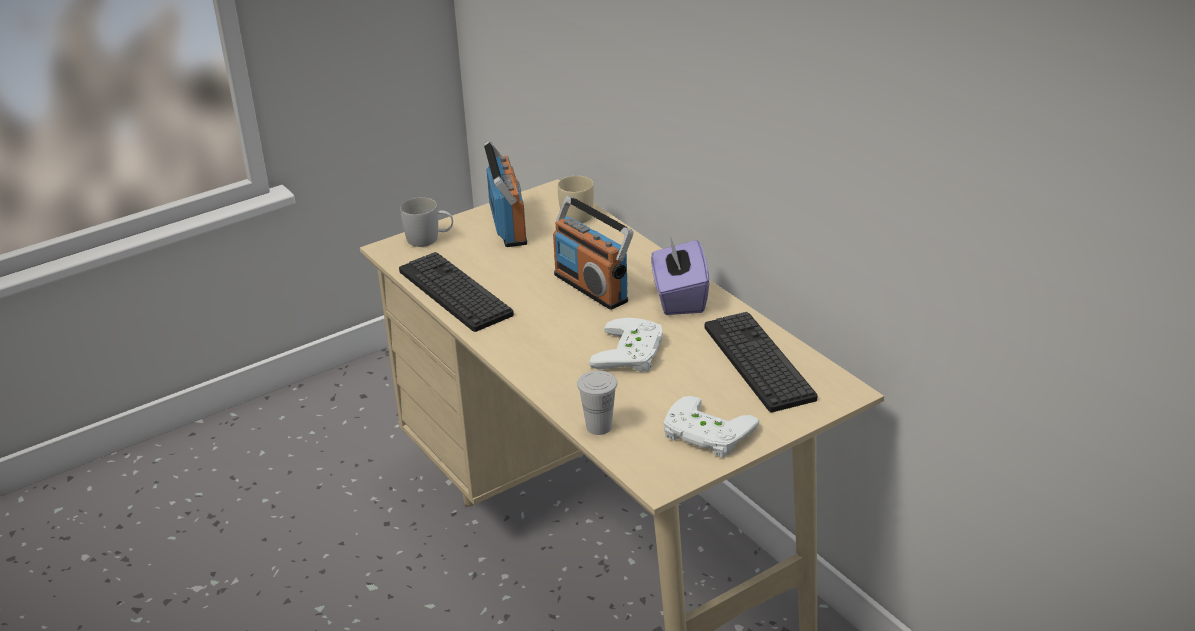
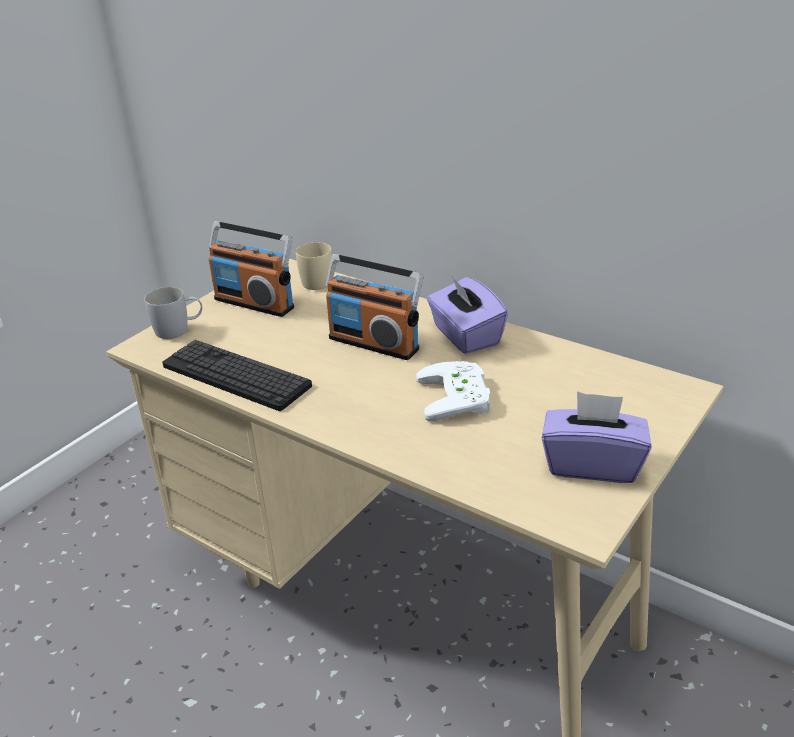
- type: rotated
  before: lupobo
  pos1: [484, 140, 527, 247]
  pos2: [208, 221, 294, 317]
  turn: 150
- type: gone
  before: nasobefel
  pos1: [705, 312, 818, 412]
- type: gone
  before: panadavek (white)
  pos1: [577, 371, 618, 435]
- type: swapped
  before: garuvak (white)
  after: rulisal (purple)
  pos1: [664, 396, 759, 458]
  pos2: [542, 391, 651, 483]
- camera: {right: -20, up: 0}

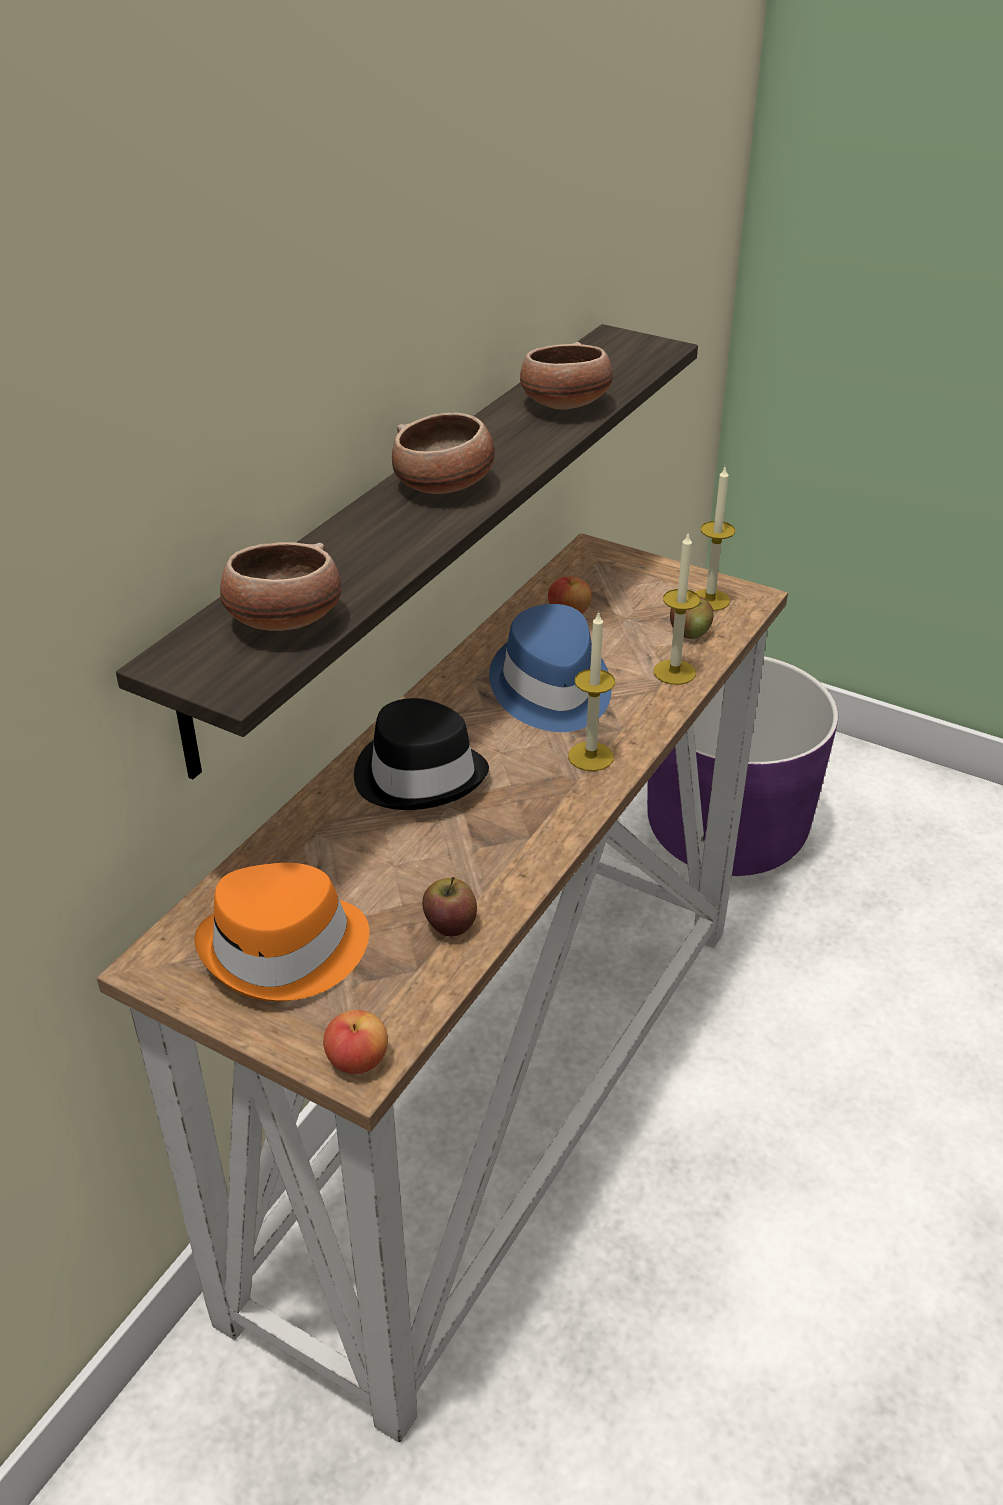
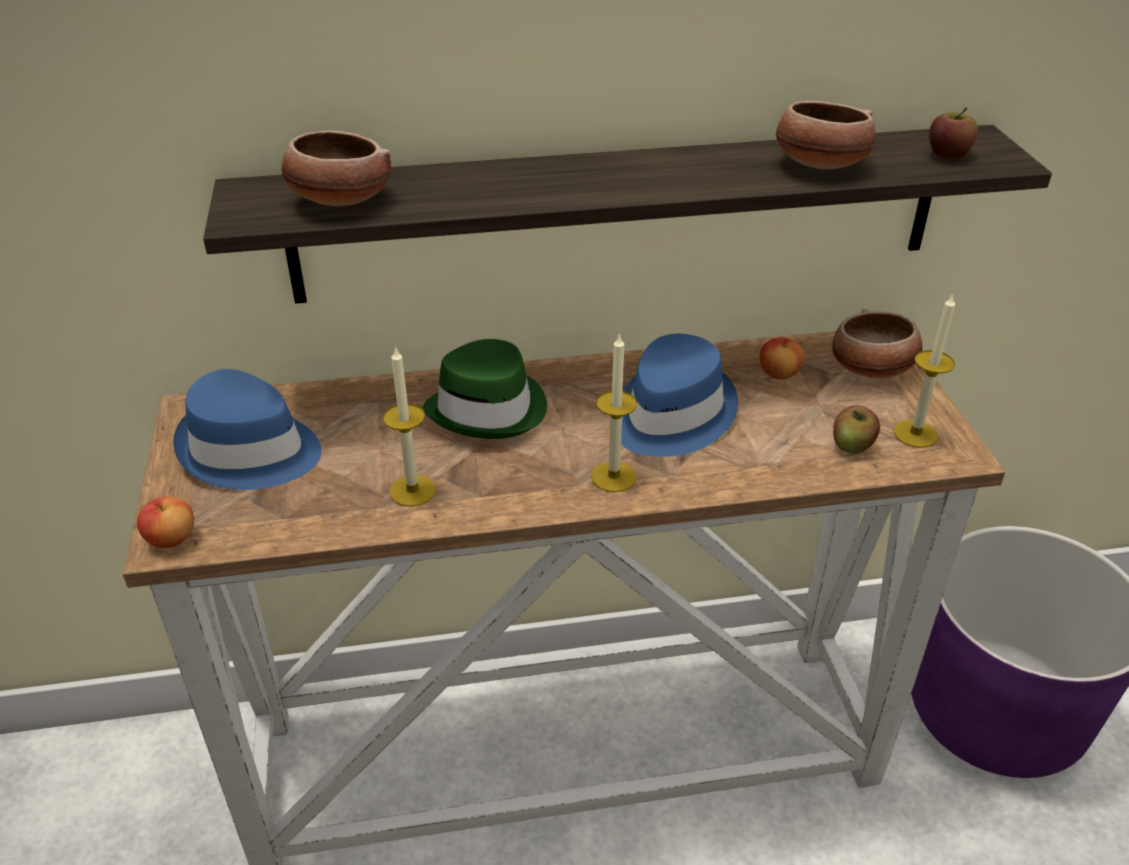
- type: shifted
  before: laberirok
  pos1: [392, 412, 495, 494]
  pos2: [832, 309, 922, 378]
- type: shifted
  before: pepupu
  pos1: [654, 532, 700, 685]
  pos2: [383, 346, 436, 507]
- type: repainted
  before: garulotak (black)
  after: garulotak (green)
  pos1: [354, 698, 489, 810]
  pos2: [423, 339, 547, 439]
- type: repainted
  before: garulotak (orange)
  after: garulotak (blue)
  pos1: [195, 863, 369, 1002]
  pos2: [174, 369, 322, 490]
- type: shifted
  before: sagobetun
  pos1: [422, 877, 477, 936]
  pos2: [929, 108, 978, 159]
- camera: {right: 50, up: 0}

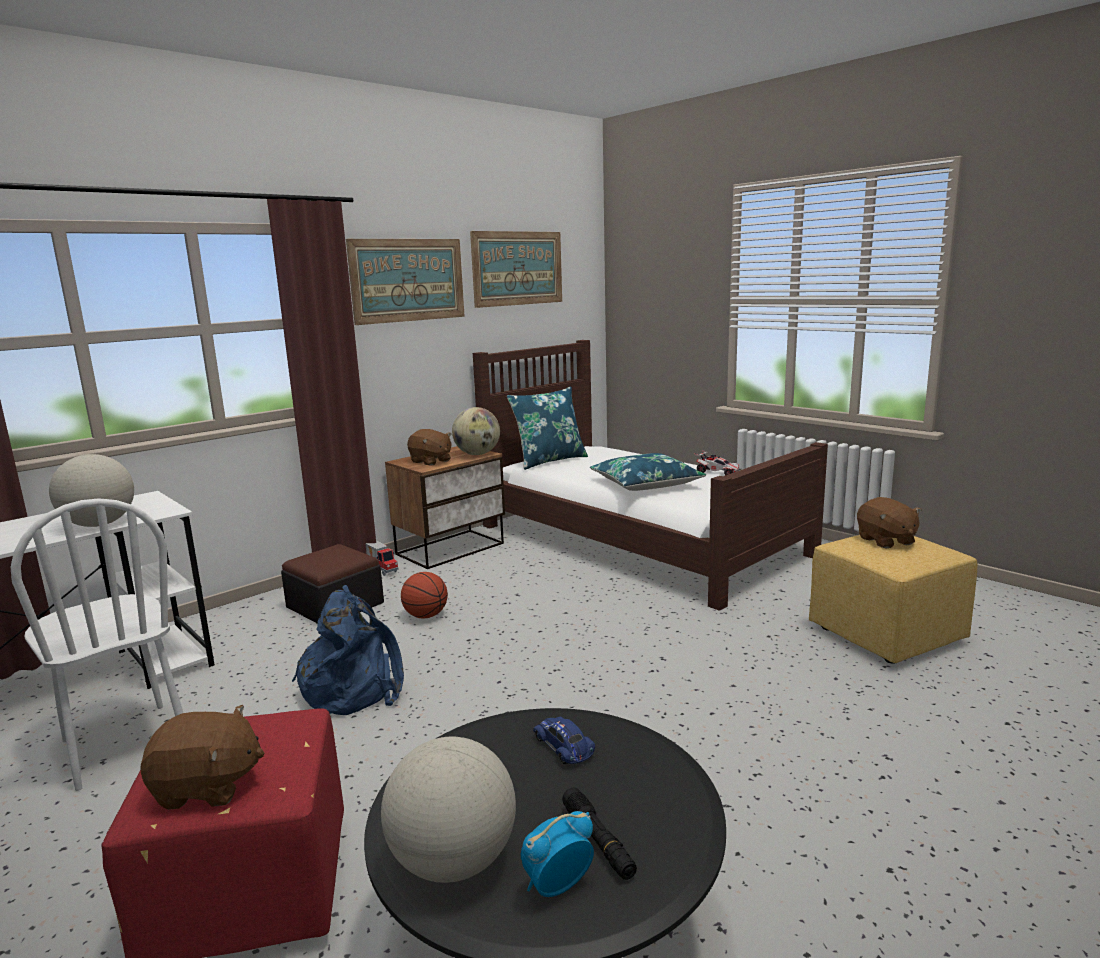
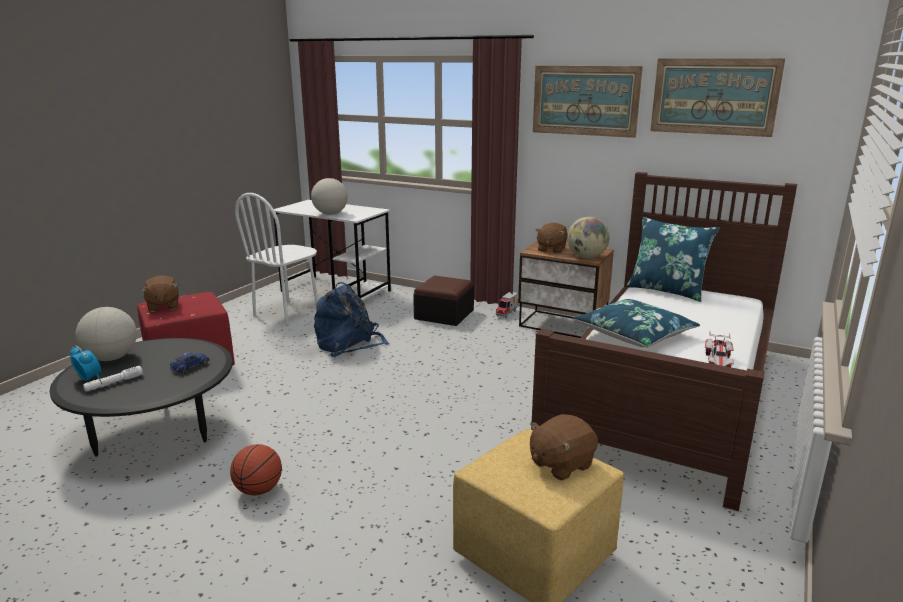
- type: shifted
  before: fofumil
  pos1: [401, 572, 448, 619]
  pos2: [230, 444, 282, 496]
- type: repainted
  before: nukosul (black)
  after: nukosul (white)
  pos1: [562, 788, 637, 880]
  pos2: [83, 366, 143, 391]
- camera: {right: 70, up: 5}

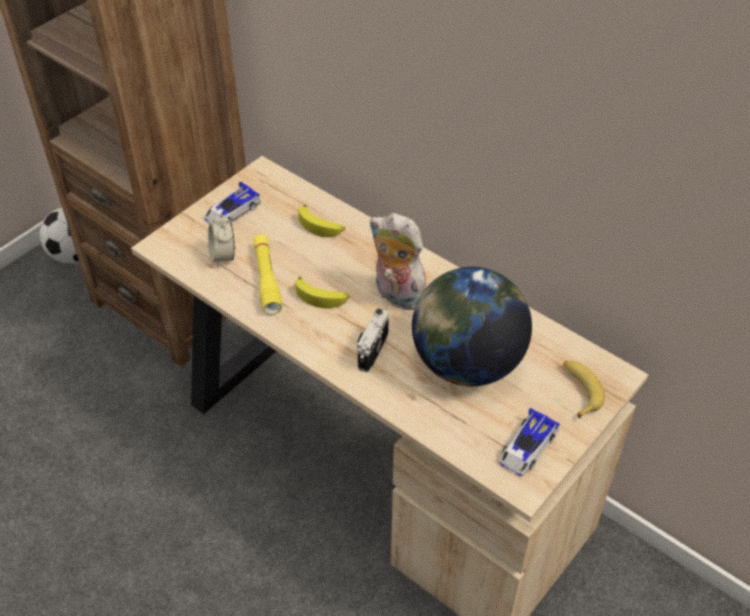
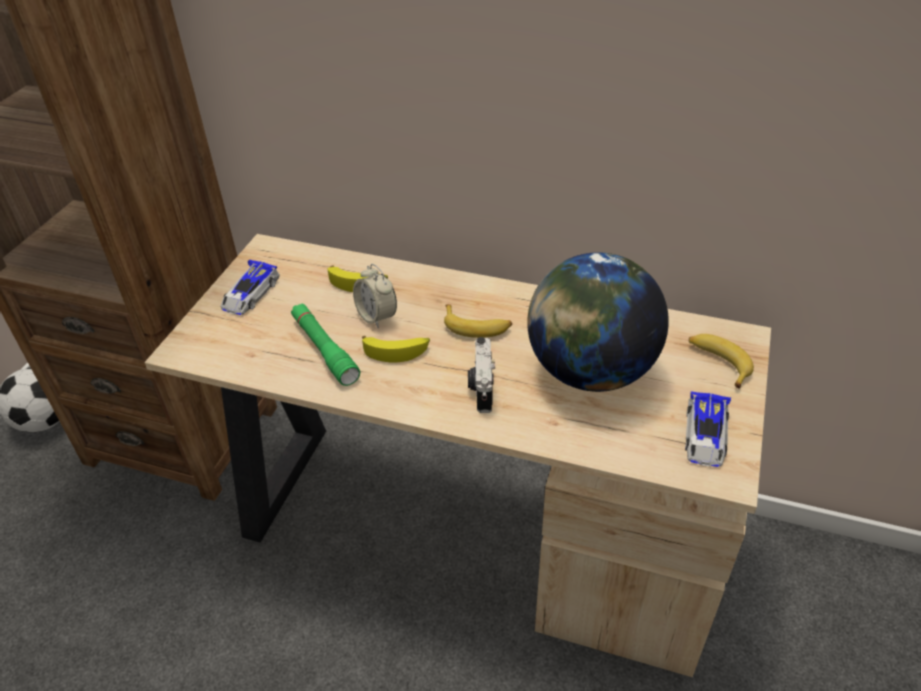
- type: swapped
  before: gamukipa
  after: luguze
  pos1: [369, 213, 426, 310]
  pos2: [444, 304, 512, 338]
- type: shifted
  before: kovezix
  pos1: [208, 214, 235, 267]
  pos2: [353, 264, 397, 328]
- type: repainted
  before: nukosul (yellow)
  after: nukosul (green)
  pos1: [253, 234, 282, 315]
  pos2: [291, 303, 360, 386]
- camera: {right: -20, up: -5}

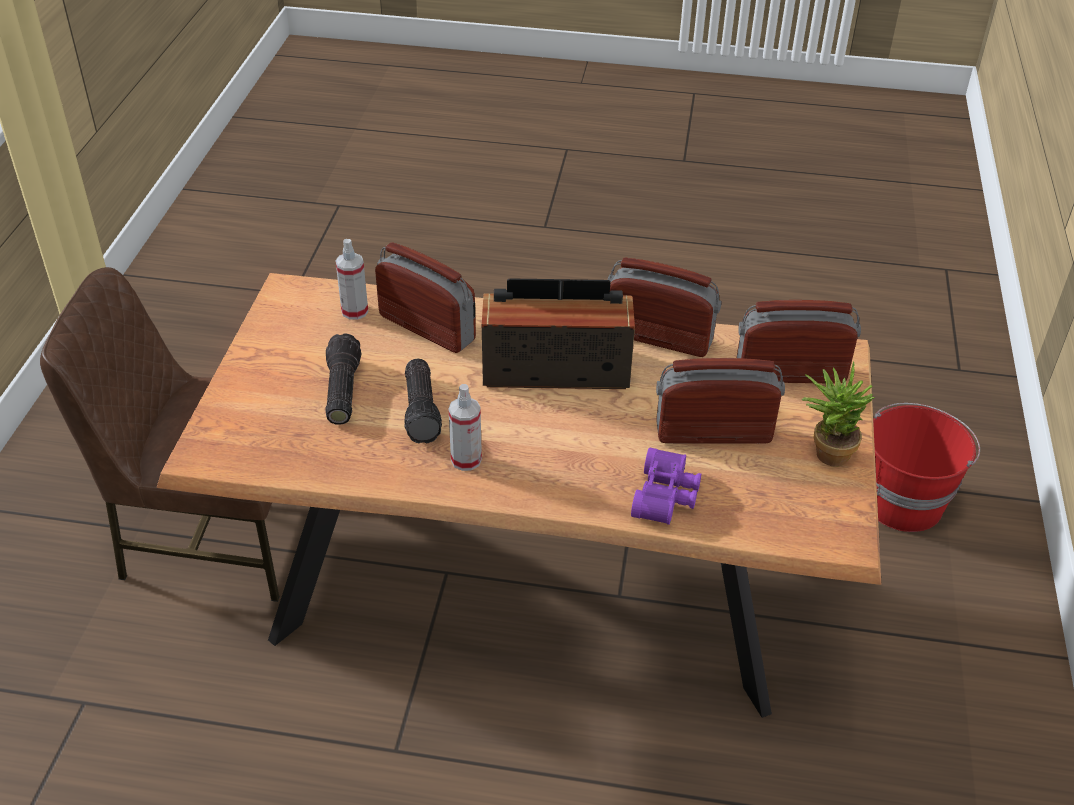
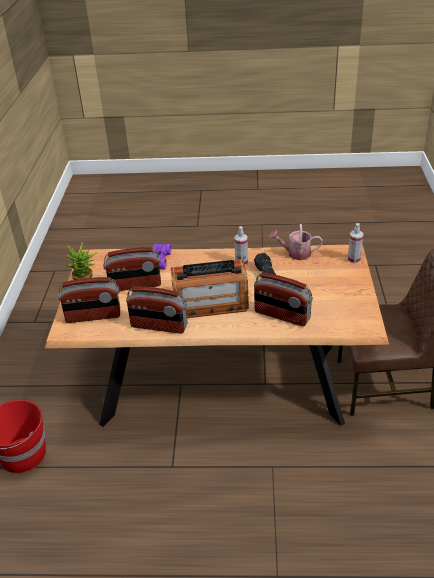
- type: shifted
  before: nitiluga
  pos1: [335, 239, 368, 320]
  pos2: [348, 223, 363, 263]
- type: gone
  before: nukosul
  pos1: [325, 333, 361, 425]
- type: new
  after: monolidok
  pos2: [269, 224, 323, 260]
- camera: {right: 175, up: -5}

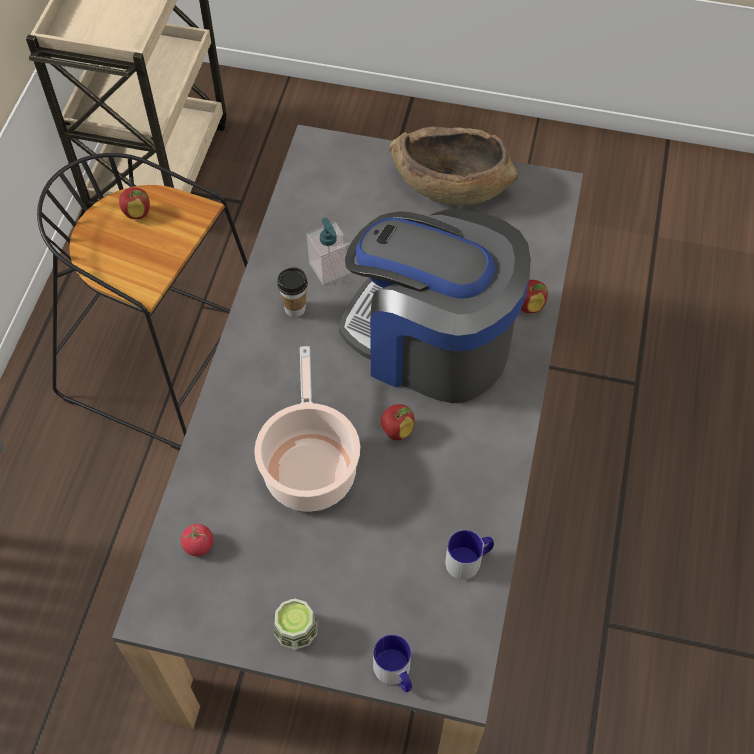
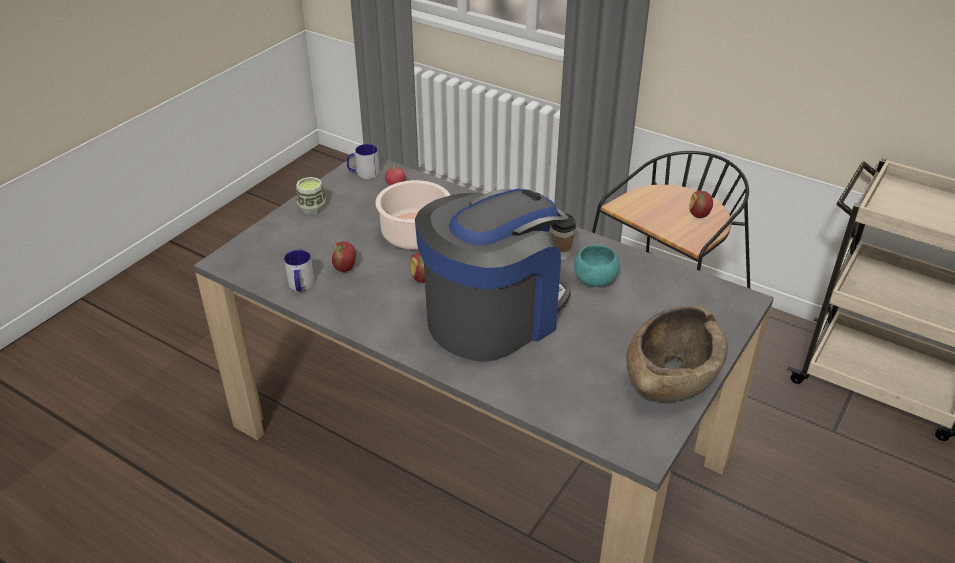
- type: swapped
  before: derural
  after: laberirok (turquoise)
  pos1: [307, 218, 351, 285]
  pos2: [574, 245, 620, 287]
- type: shifted
  before: sagobetun
  pos1: [521, 280, 548, 313]
  pos2: [332, 241, 356, 272]
- type: shifted
  before: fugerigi
  pos1: [373, 635, 412, 692]
  pos2: [347, 144, 380, 179]
- camera: {right: 110, up: -20}

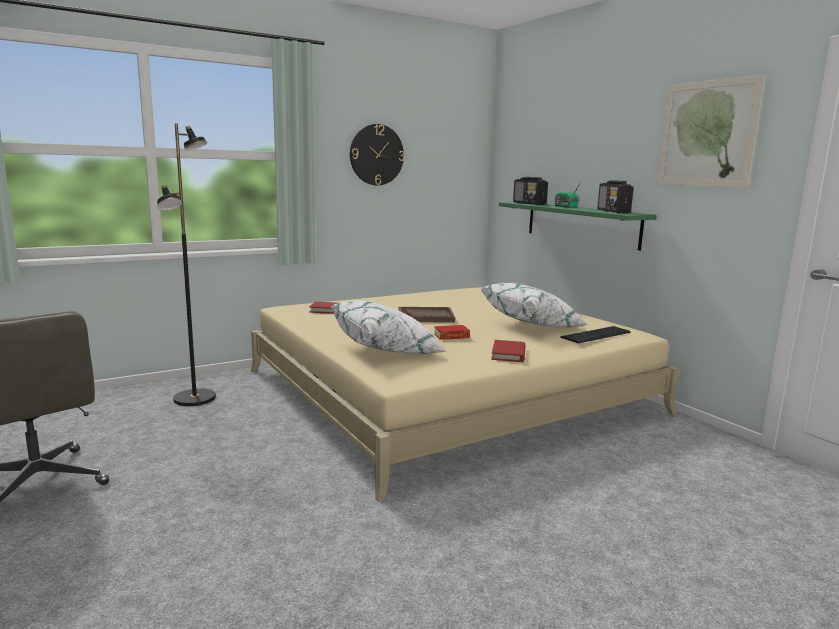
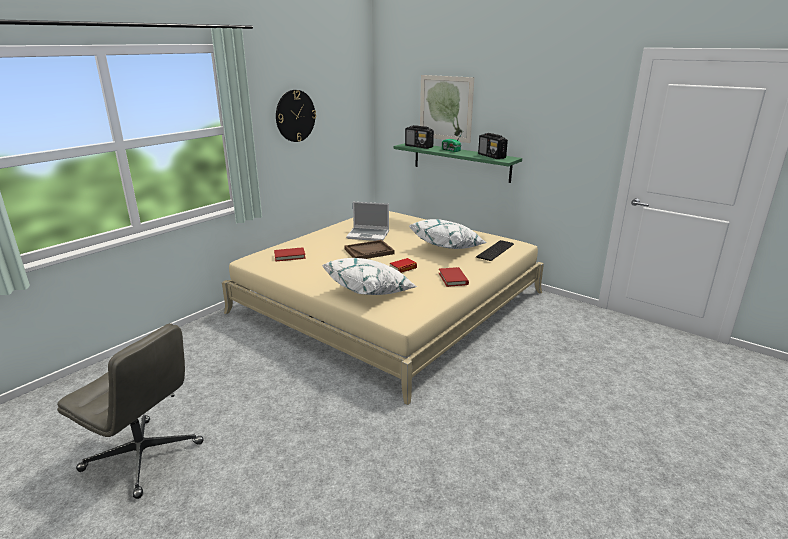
- type: shifted
  before: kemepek
  pos1: [657, 74, 766, 188]
  pos2: [420, 75, 474, 143]
- type: gone
  before: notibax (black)
  pos1: [157, 123, 216, 406]
- type: new
  after: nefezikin
  pos2: [346, 202, 389, 241]
- camera: {right: -20, up: 10}

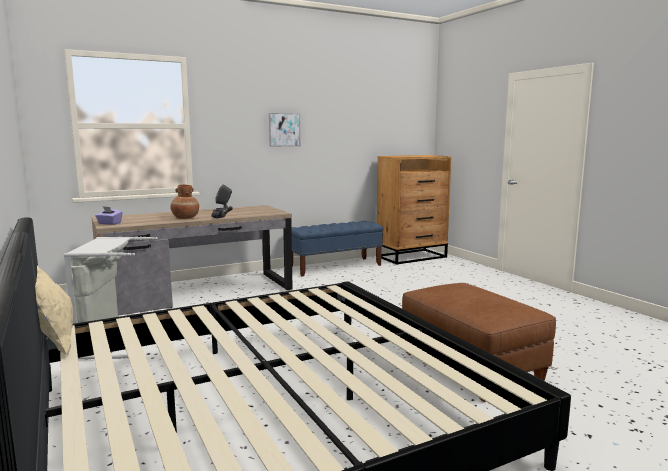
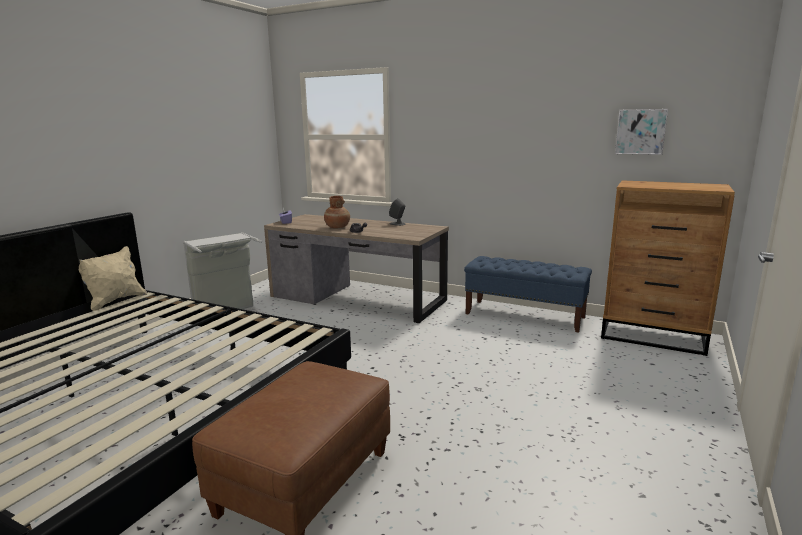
- type: shifted
  before: kemepek
  pos1: [269, 113, 300, 147]
  pos2: [615, 109, 668, 155]
- camera: {right: 55, up: 5}

